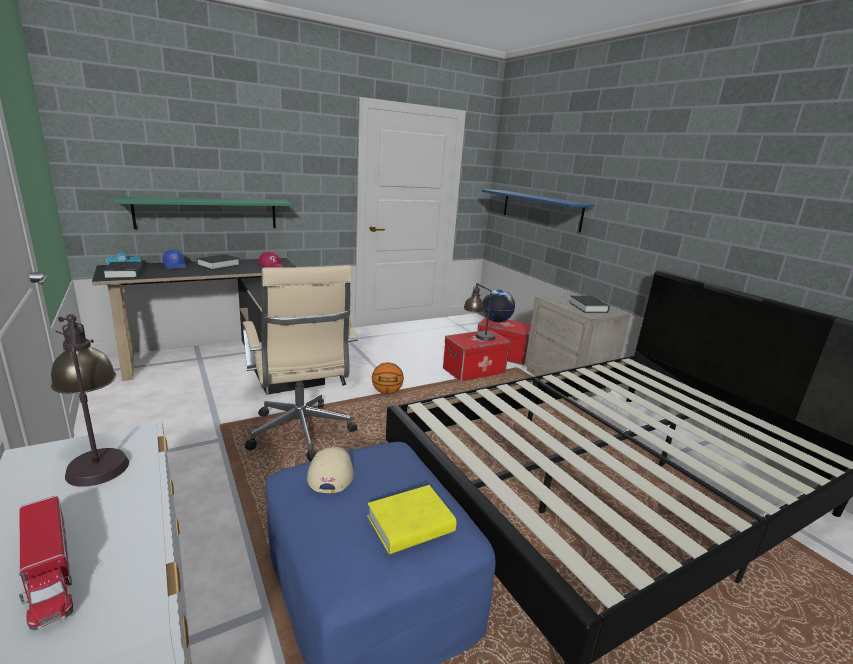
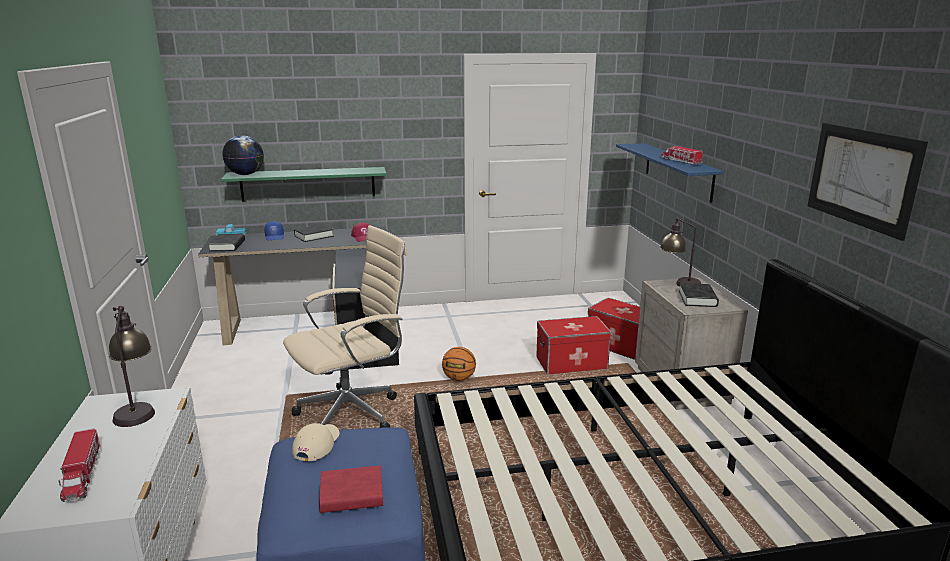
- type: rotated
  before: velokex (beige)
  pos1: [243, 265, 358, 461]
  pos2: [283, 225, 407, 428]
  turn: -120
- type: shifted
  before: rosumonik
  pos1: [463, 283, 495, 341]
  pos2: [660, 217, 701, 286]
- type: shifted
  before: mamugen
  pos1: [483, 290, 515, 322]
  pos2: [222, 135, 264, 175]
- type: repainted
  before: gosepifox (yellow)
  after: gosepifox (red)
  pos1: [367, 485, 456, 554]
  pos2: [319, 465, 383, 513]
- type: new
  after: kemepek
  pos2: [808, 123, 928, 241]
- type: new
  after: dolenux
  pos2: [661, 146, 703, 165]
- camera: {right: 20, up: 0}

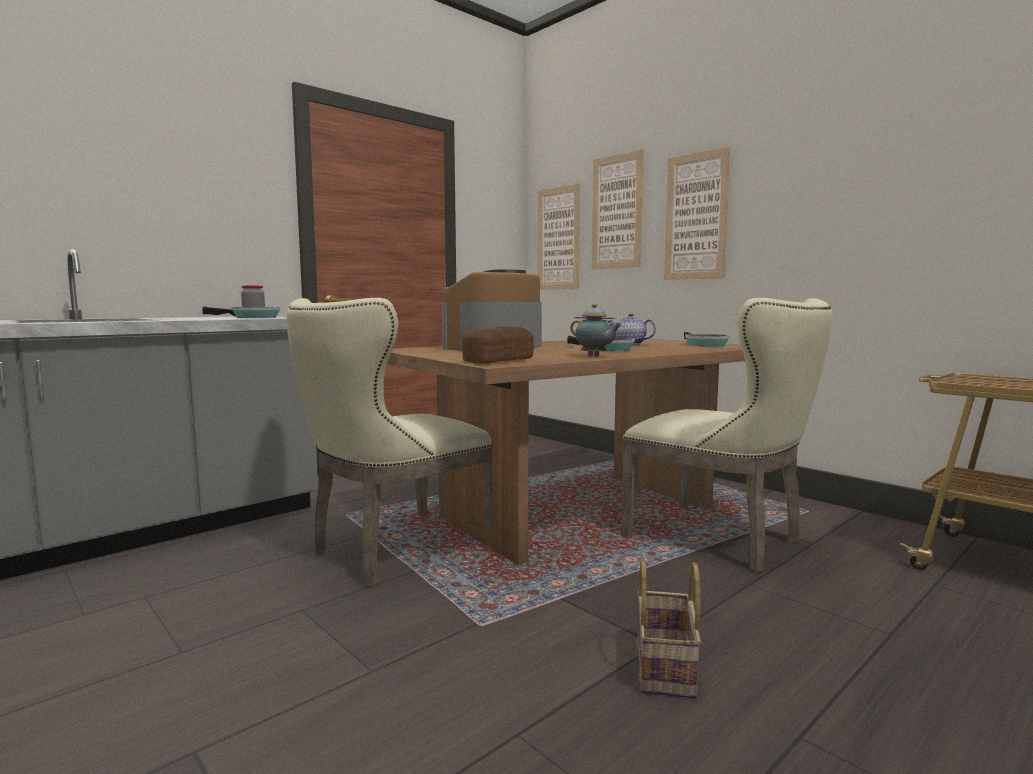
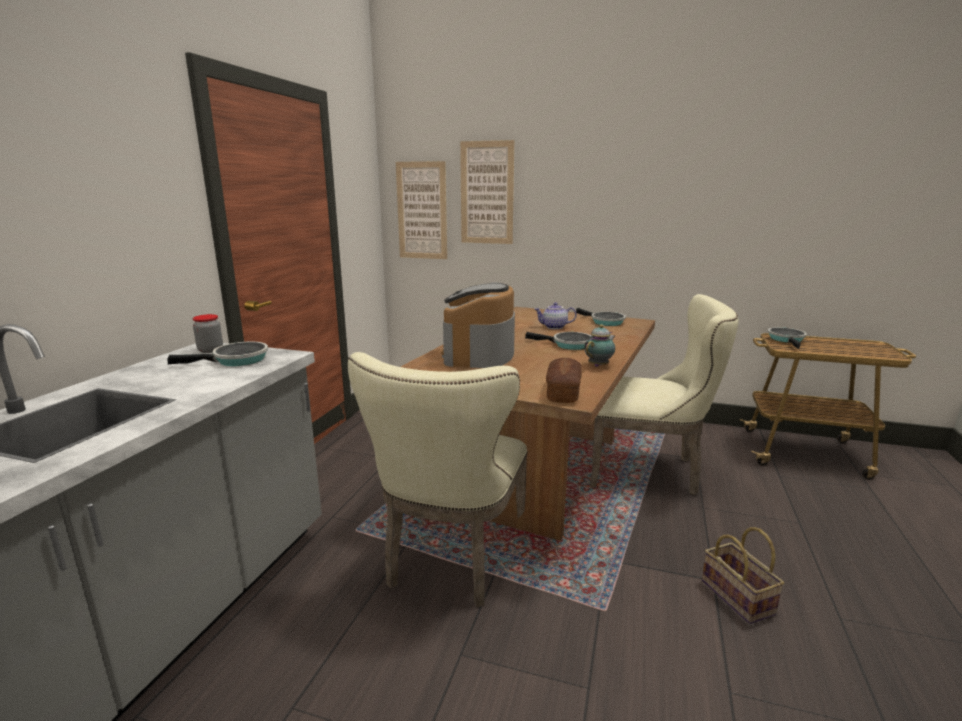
- type: gone
  before: kemepek
  pos1: [664, 146, 731, 280]
- type: rotated
  before: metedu
  pos1: [570, 304, 622, 357]
  pos2: [584, 324, 615, 367]
  turn: -60
- type: new
  after: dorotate
  pos2: [768, 327, 807, 349]
- camera: {right: -30, up: 10}

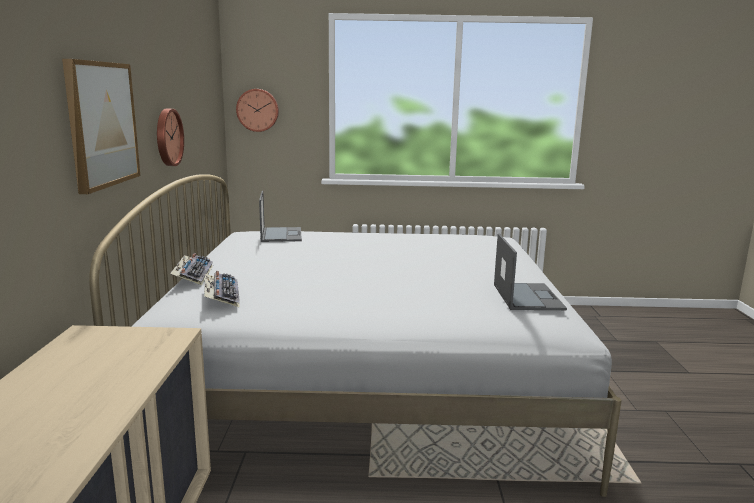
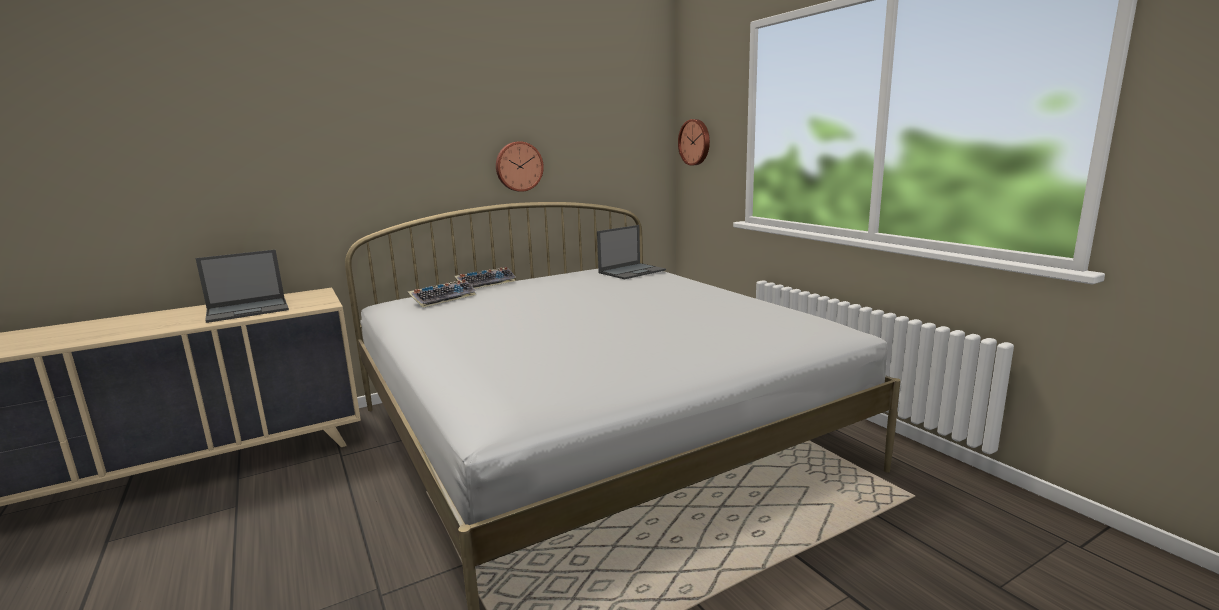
- type: gone
  before: kemepek
  pos1: [62, 59, 140, 194]
- type: shifted
  before: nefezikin
  pos1: [494, 234, 567, 310]
  pos2: [196, 250, 289, 323]
- camera: {right: 60, up: 0}

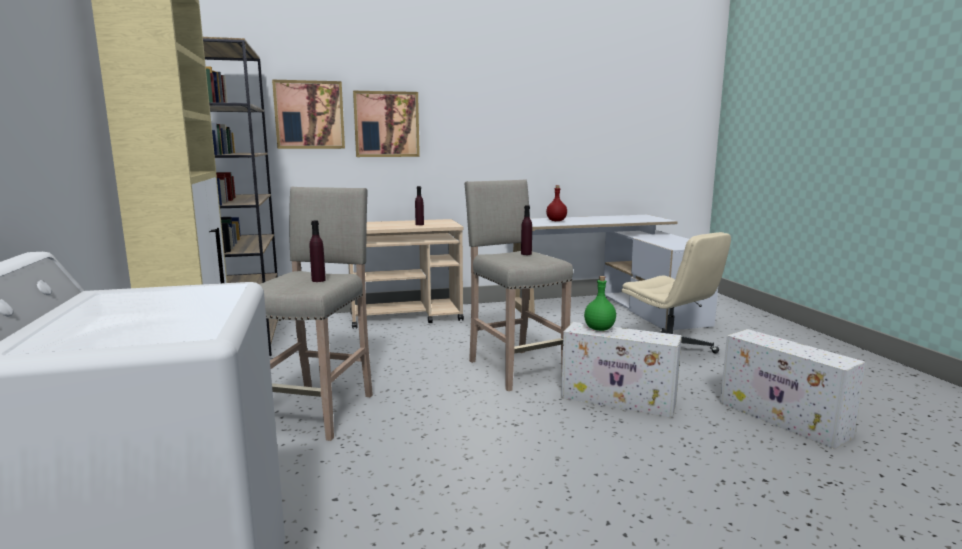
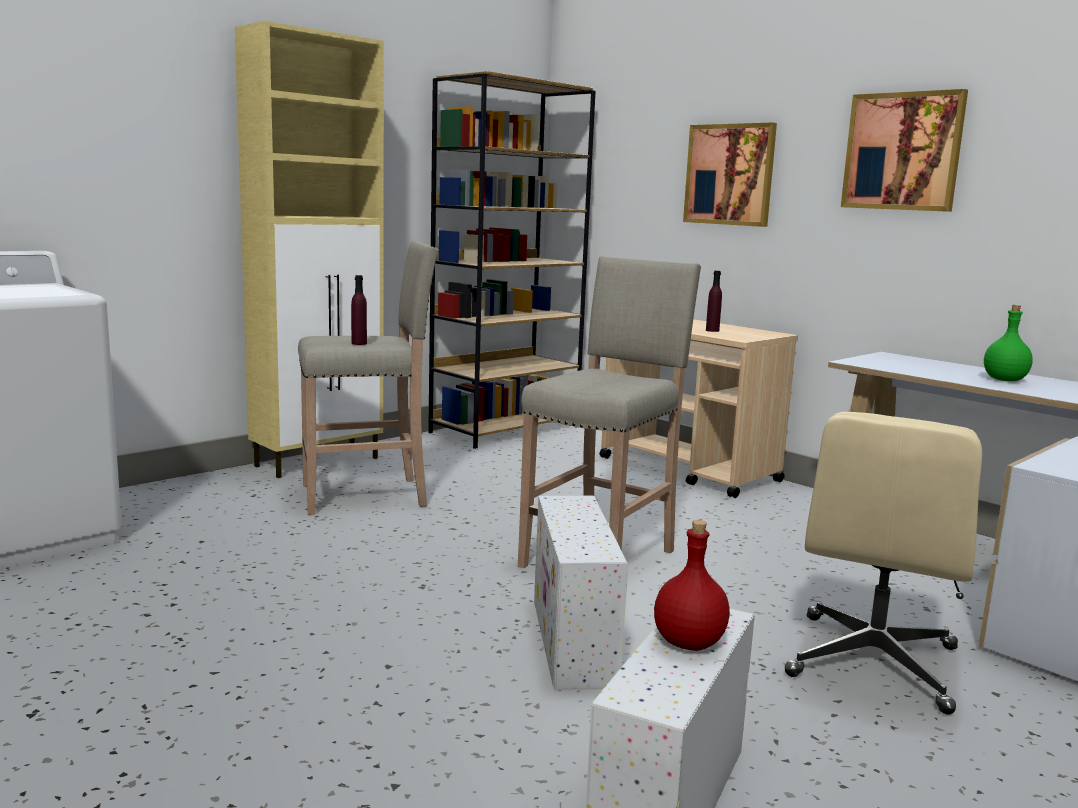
- type: shifted
  before: kemepek
  pos1: [272, 80, 345, 149]
  pos2: [841, 89, 968, 212]
- type: shifted
  before: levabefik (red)
  pos1: [546, 185, 567, 221]
  pos2: [654, 520, 730, 651]
- type: gone
  before: levabefik (purple)
  pos1: [521, 205, 532, 255]
- type: shifted
  before: levabefik (green)
  pos1: [584, 276, 616, 331]
  pos2: [984, 305, 1033, 381]
- camera: {right: 60, up: 0}

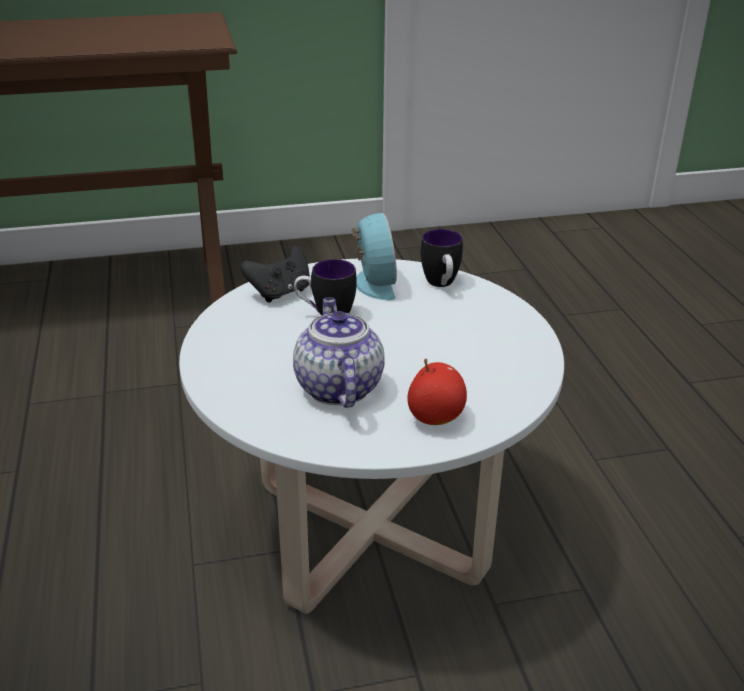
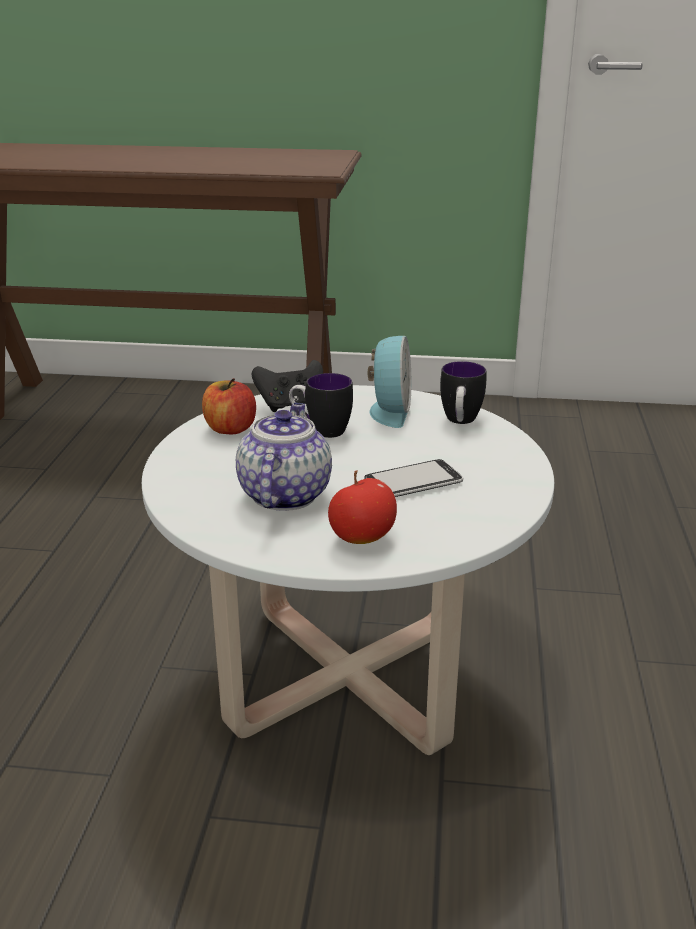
- type: new
  after: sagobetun
  pos2: [202, 378, 256, 434]
- type: new
  after: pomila
  pos2: [364, 459, 463, 497]
- camera: {right: 20, up: -5}

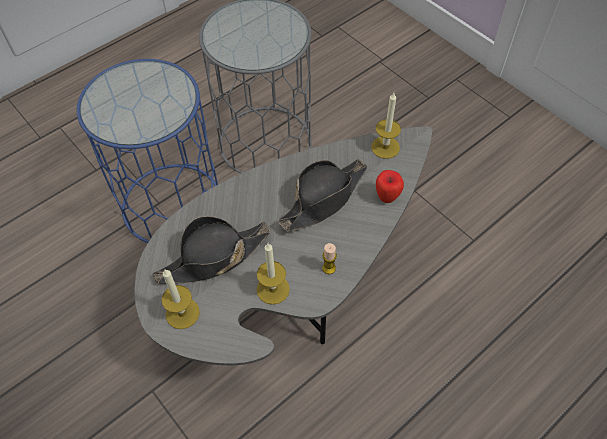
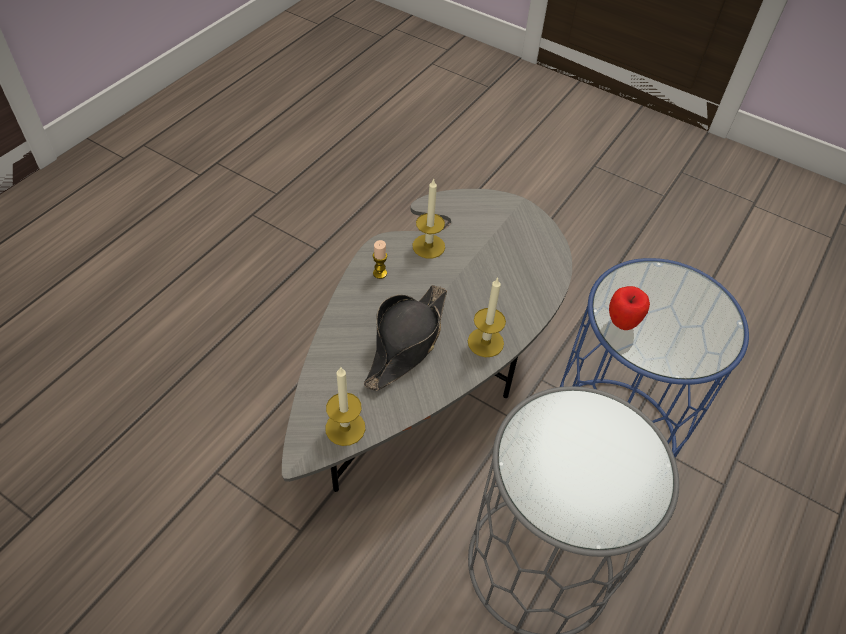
- type: shifted
  before: sagobetun
  pos1: [376, 170, 404, 203]
  pos2: [609, 286, 650, 330]
- type: gone
  before: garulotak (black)
  pos1: [153, 216, 270, 284]
- type: shifted
  before: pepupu
  pos1: [162, 269, 200, 329]
  pos2: [468, 277, 506, 357]
- camera: {right: 160, up: -5}

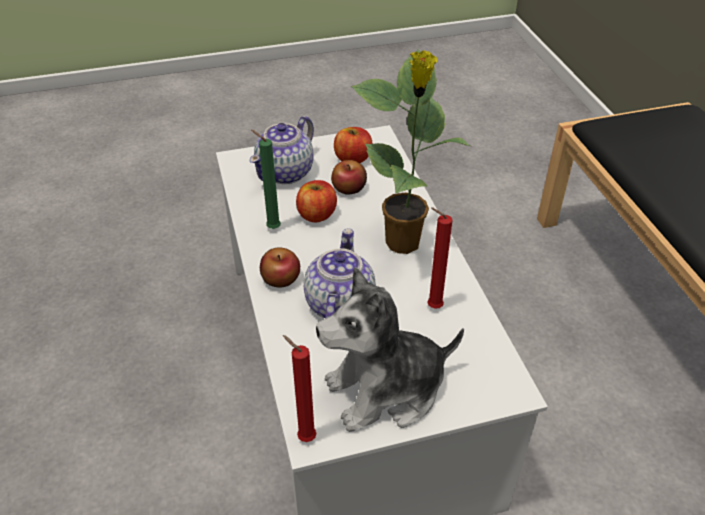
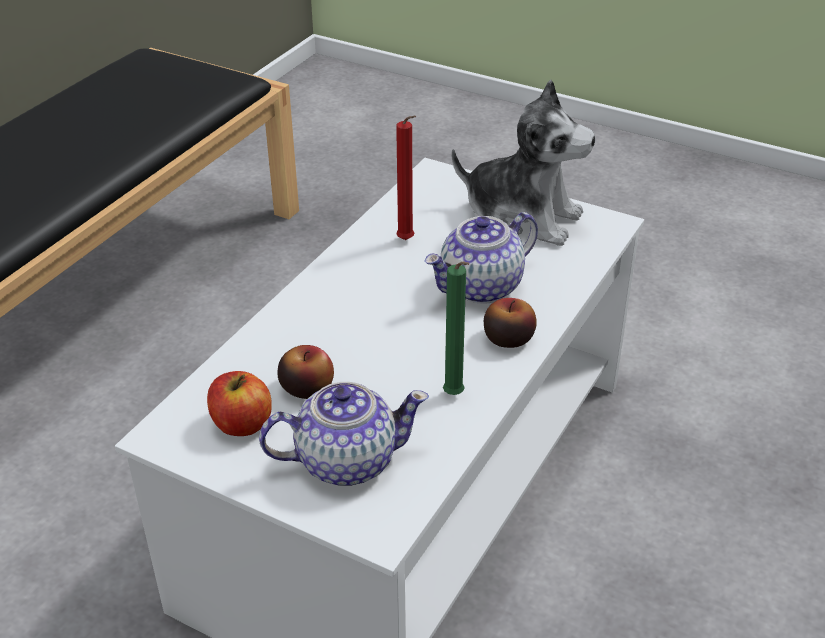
- type: gone
  before: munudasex
  pos1: [351, 49, 471, 254]
- type: gone
  before: sagobetun
  pos1: [296, 180, 337, 222]
- type: gone
  before: pepupu (red)
  pos1: [283, 335, 316, 442]
- camera: {right: -135, up: -5}

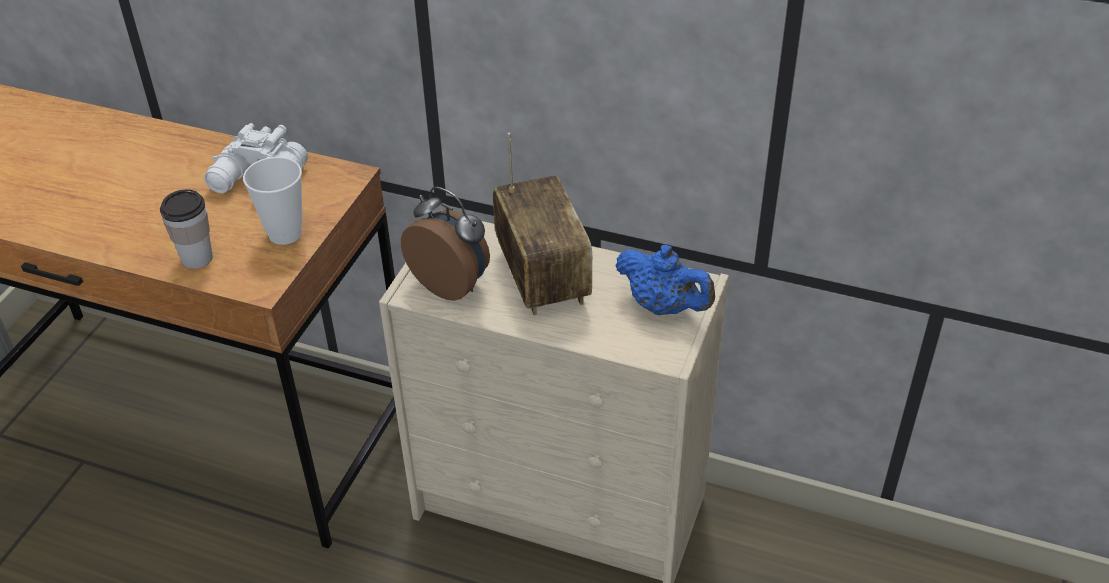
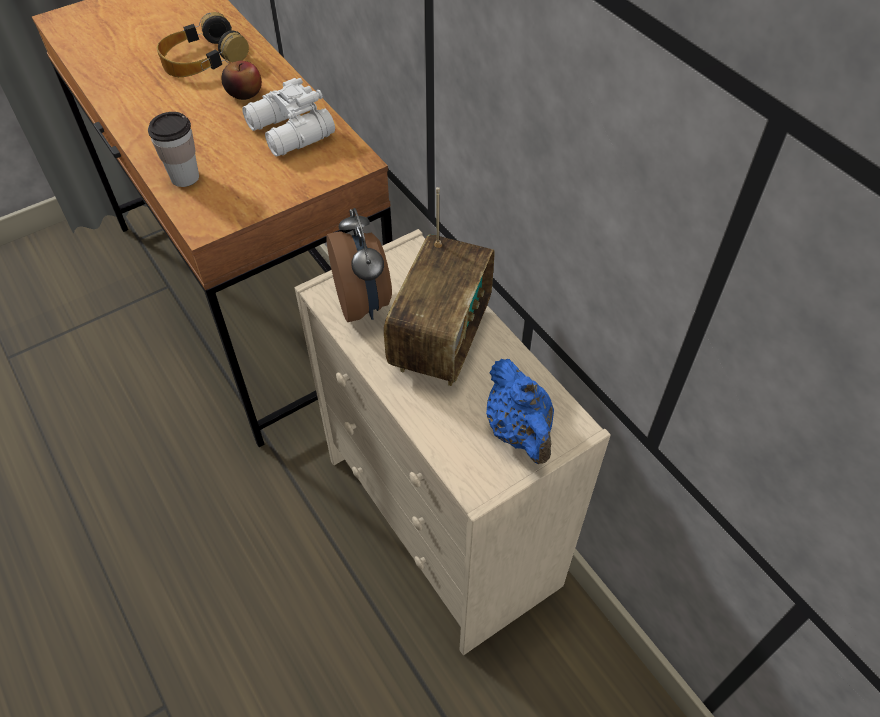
- type: gone
  before: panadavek
  pos1: [243, 157, 303, 245]
- type: new
  after: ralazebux
  pos2: [157, 12, 249, 77]
- type: new
  after: sagobetun
  pos2: [222, 61, 262, 100]
- camera: {right: 35, up: 10}

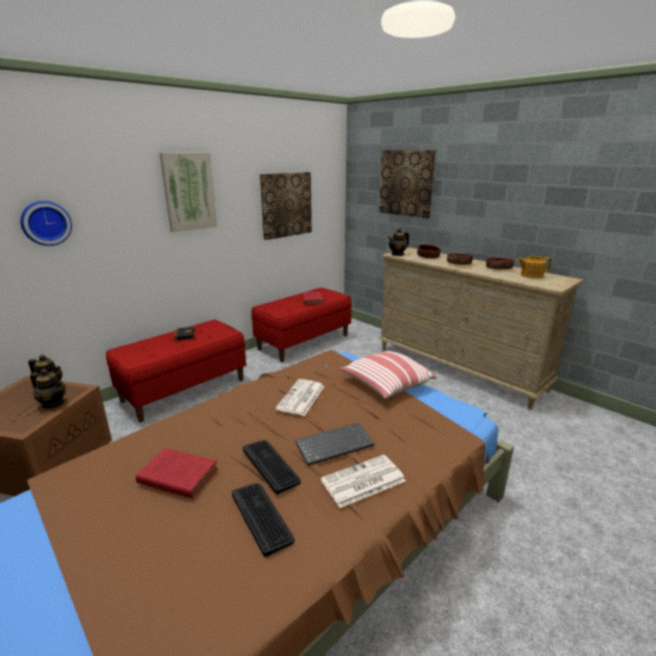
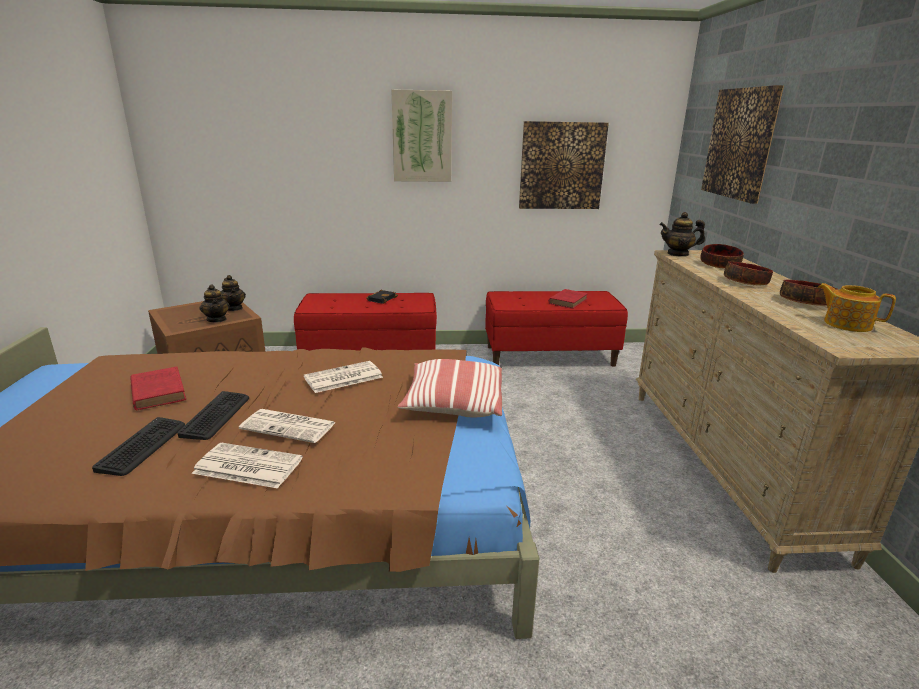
- type: gone
  before: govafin
  pos1: [20, 201, 72, 246]
- type: swapped
  before: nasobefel
  after: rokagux
  pos1: [295, 423, 375, 465]
  pos2: [239, 409, 336, 443]
- camera: {right: 40, up: 0}

